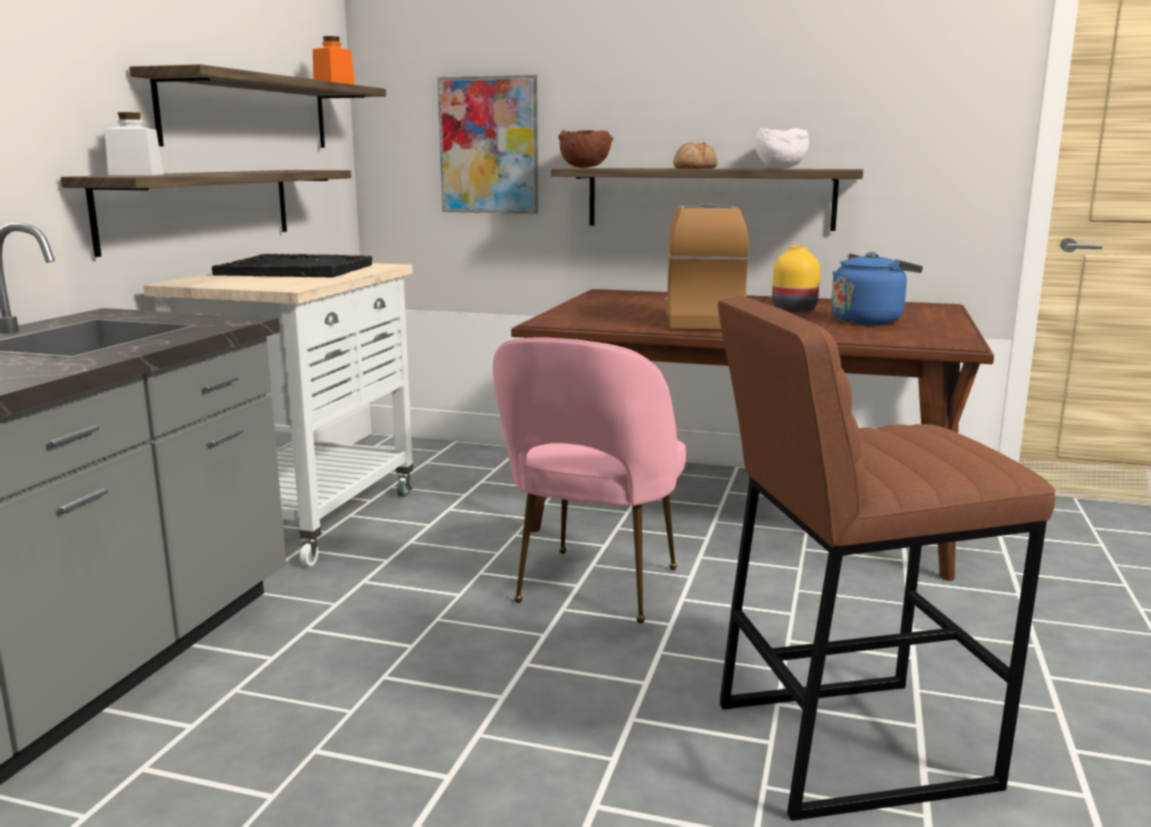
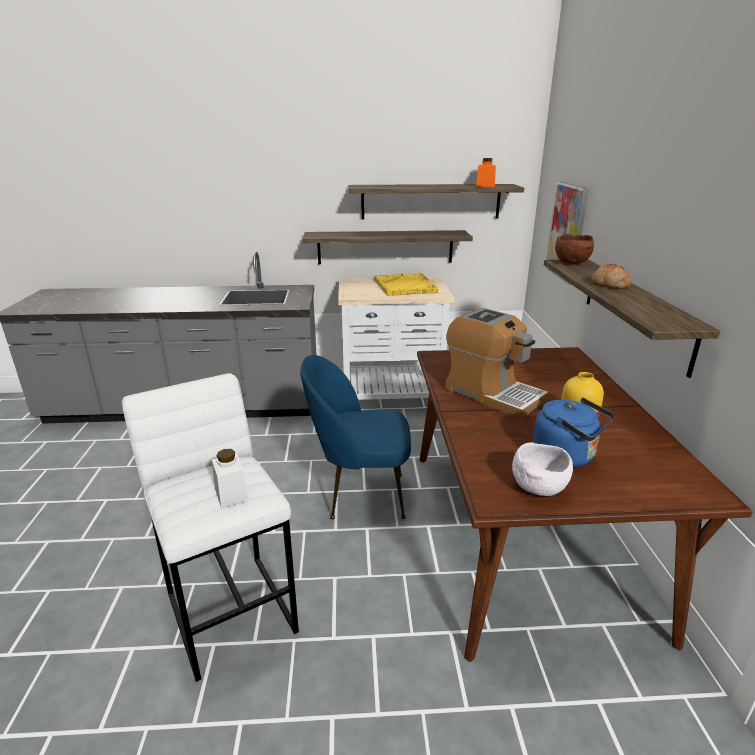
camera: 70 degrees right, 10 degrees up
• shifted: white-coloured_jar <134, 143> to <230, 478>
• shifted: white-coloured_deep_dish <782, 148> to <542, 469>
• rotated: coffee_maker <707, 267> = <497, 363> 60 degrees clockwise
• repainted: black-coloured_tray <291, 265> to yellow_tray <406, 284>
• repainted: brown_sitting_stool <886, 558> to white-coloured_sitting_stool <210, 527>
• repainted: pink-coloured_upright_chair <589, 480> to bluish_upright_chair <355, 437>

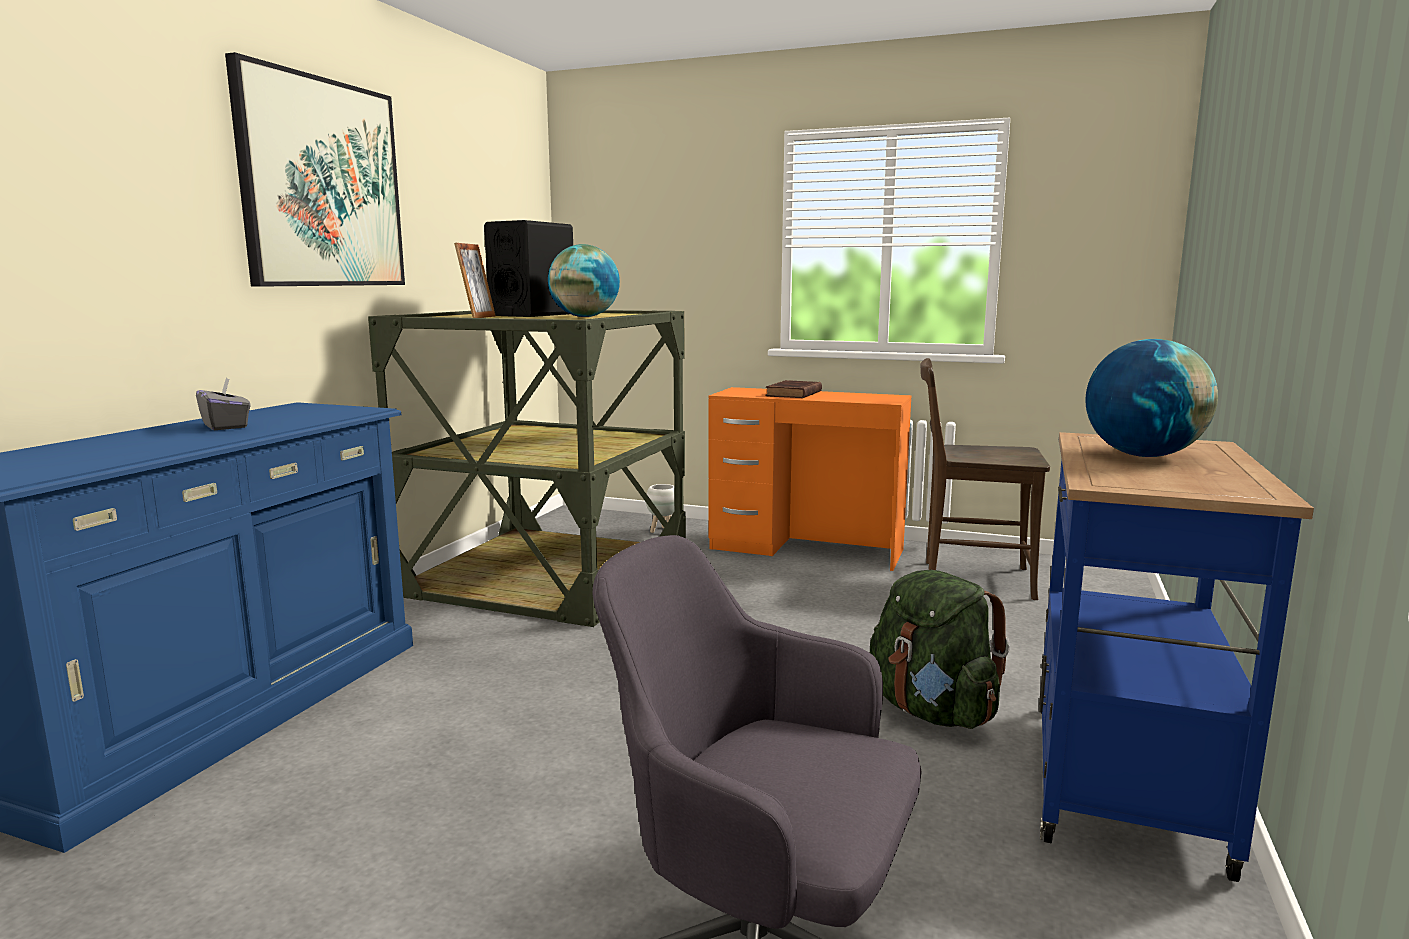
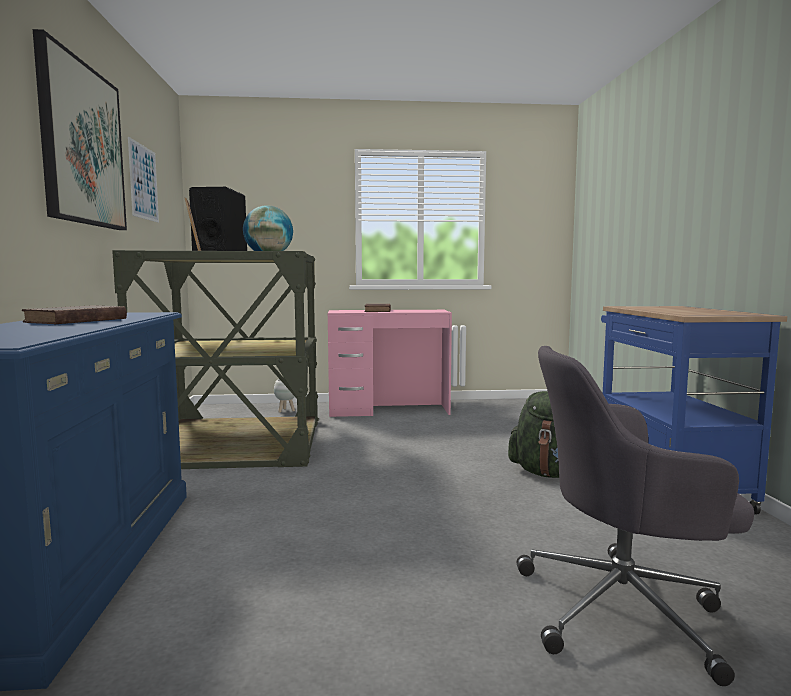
camera: 25 degrees left, 5 degrees down
• gone: world_globe <1151, 398>
• gone: brown_upright_chair <985, 479>
• swapped: grey_tissue_holder <223, 404> to brown_volume <74, 314>
• repainted: orange-coloured_desk_table <809, 479> to pink-coloured_desk_table <390, 363>
• new: wall_picture <143, 180>

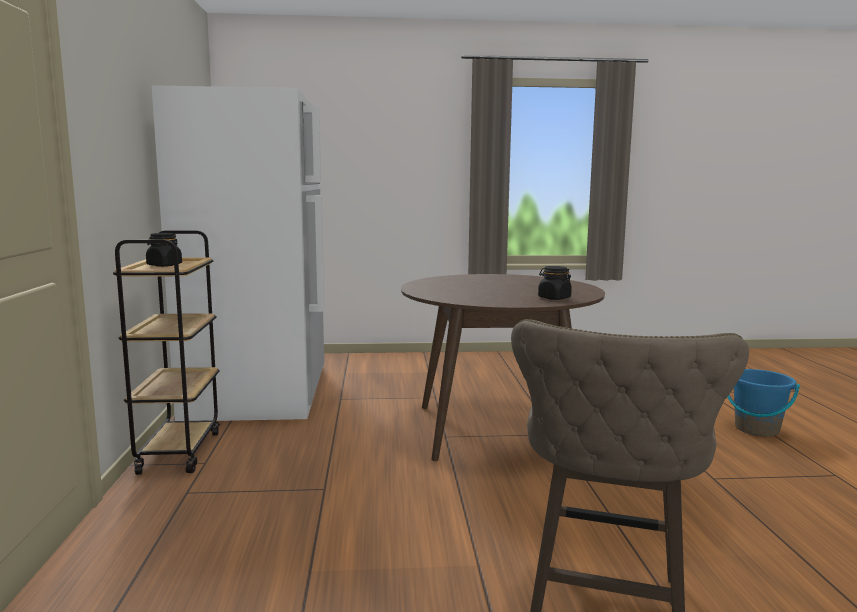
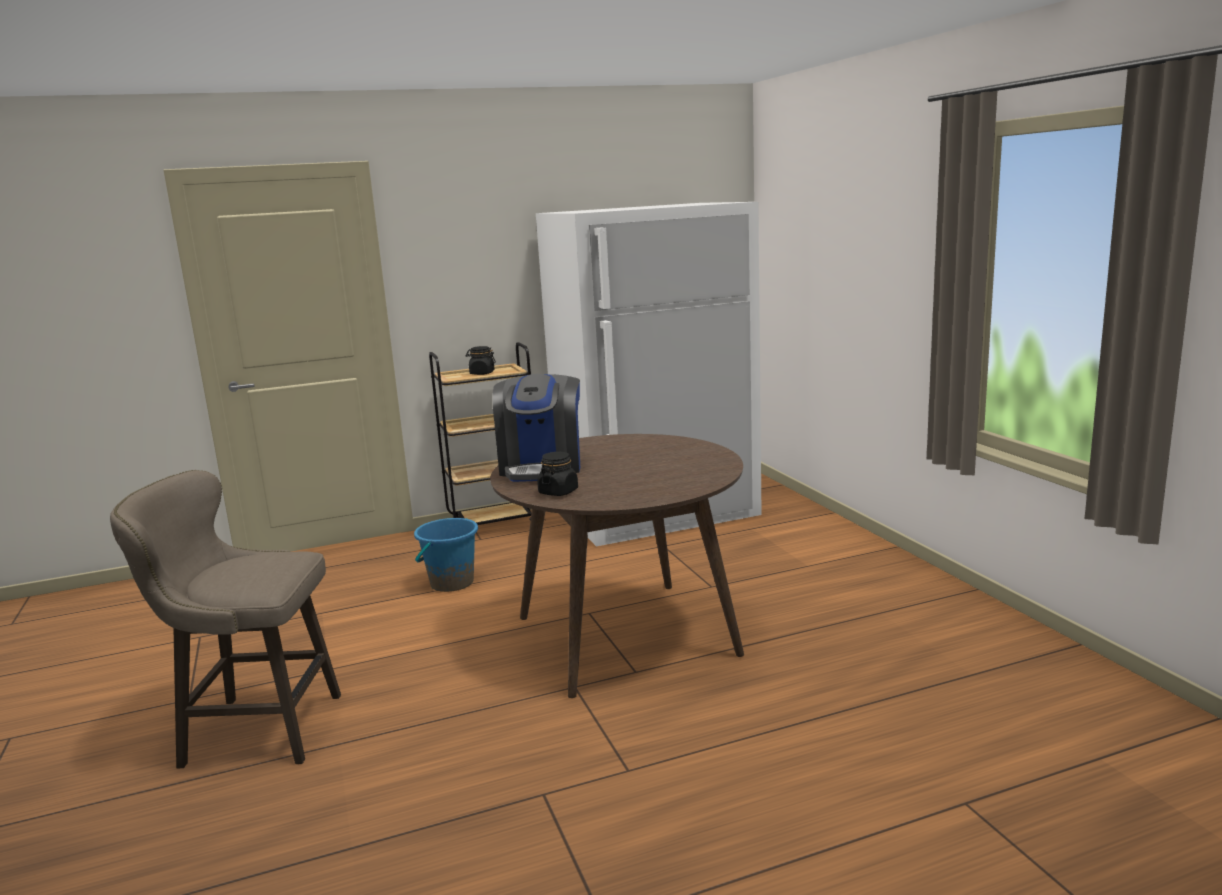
camera: 75 degrees right, 5 degrees up
• shifted: bluish_bucket <763, 402> to <446, 555>
• new: coffee_maker <536, 428>

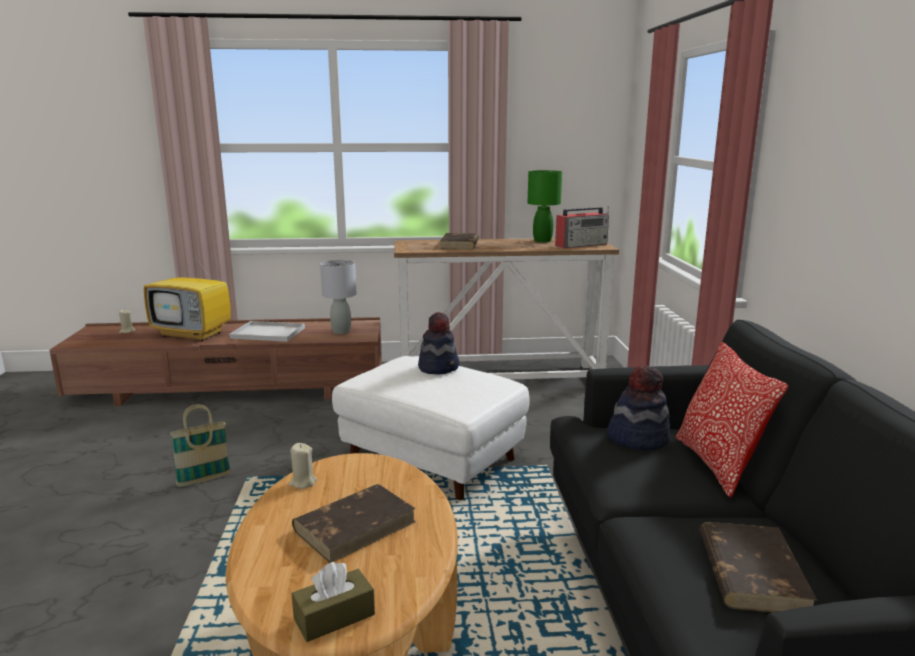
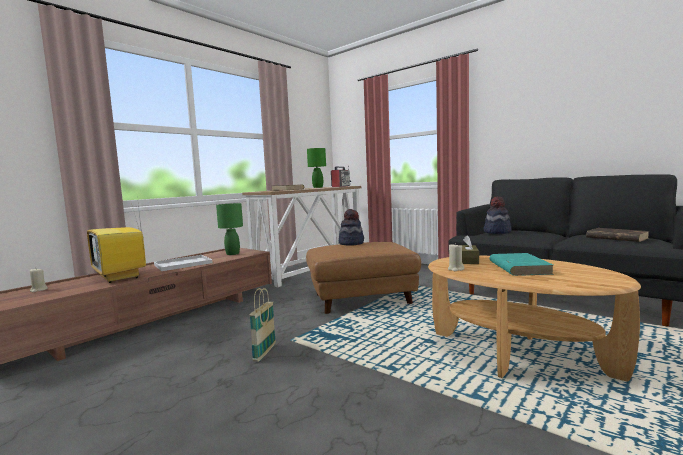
camera: 45 degrees left, 10 degrees down
• rotated: TV_set <187, 291> = <116, 240> 75 degrees clockwise
• repainted: grey_tabletop_lamp <338, 297> to green-coloured_tabletop_lamp <229, 229>
• gone: cushion <732, 420>
• repainted: white-coloured_footrest <430, 428> to brown_footrest <363, 278>
• repainted: brown_volume <354, 523> to turquoise-coloured_volume <521, 264>
• shifted: brown_tissue_holder <333, 602> to <470, 249>

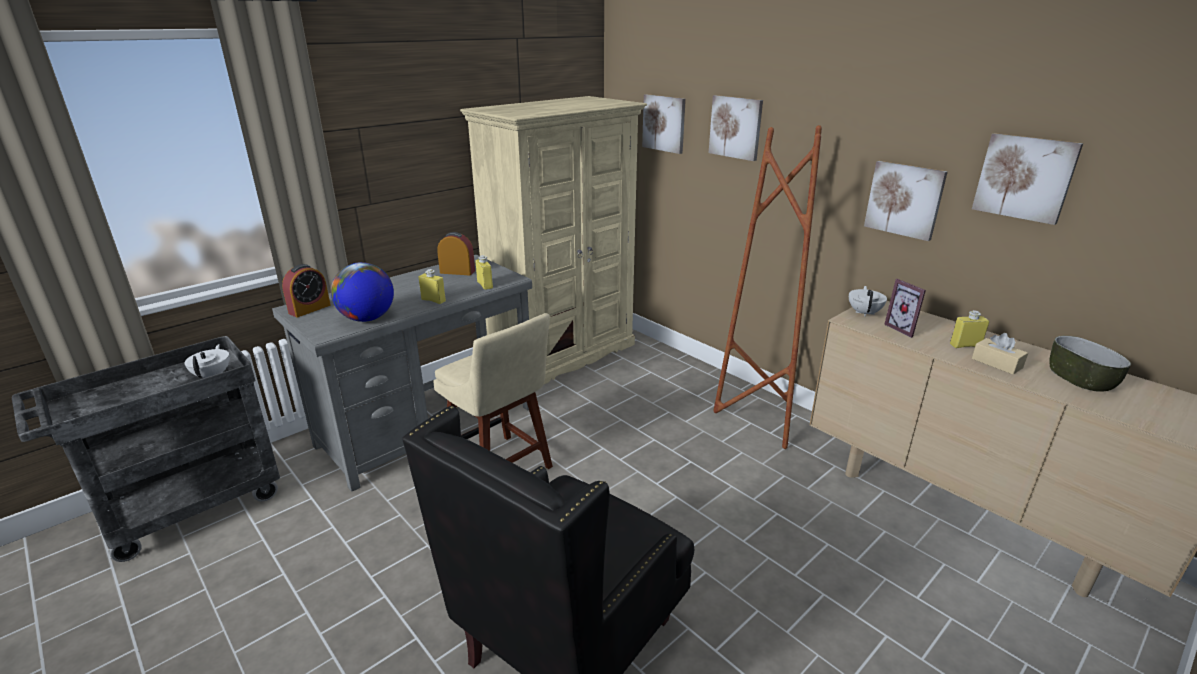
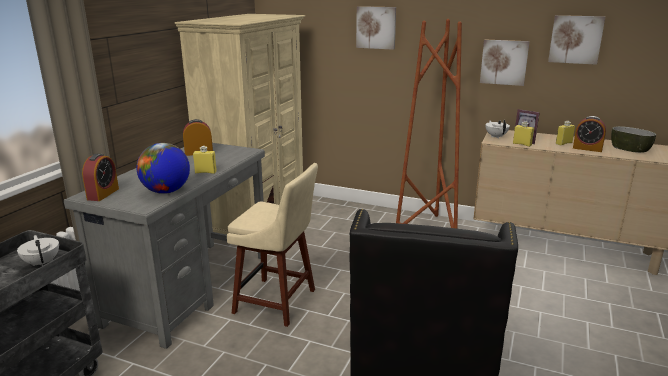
camera: 25 degrees left, 5 degrees down
• gone: wall_picture <664, 124>
• shifted: yellow_drink_bottle <484, 272> to <523, 134>
• swapped: beige_tissue_holder <1000, 353> to table_clock <589, 134>

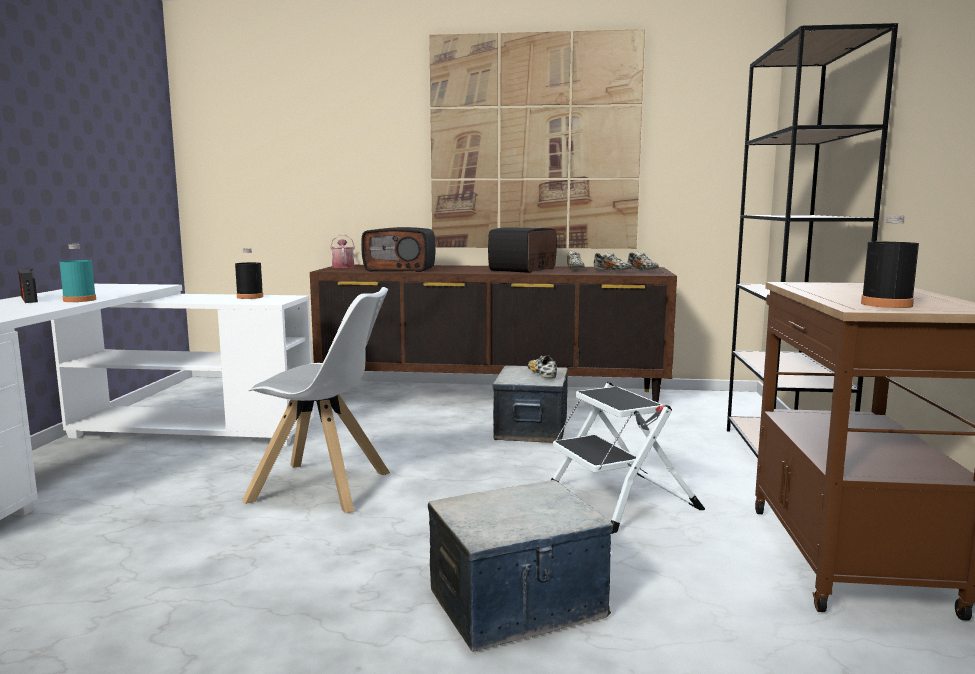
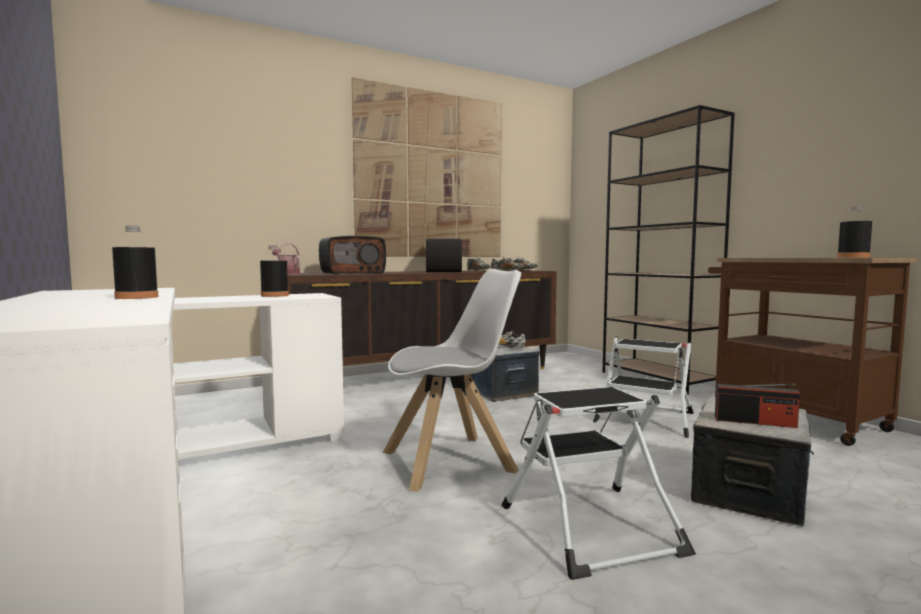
camera: 35 degrees left, 5 degrees down
• repainted: turquoise-coloured_drink_bottle <78, 273> to black-coloured_drink_bottle <135, 262>
• shifted: radio_receiver <28, 285> to <757, 406>
• new: stepladder <598, 483>

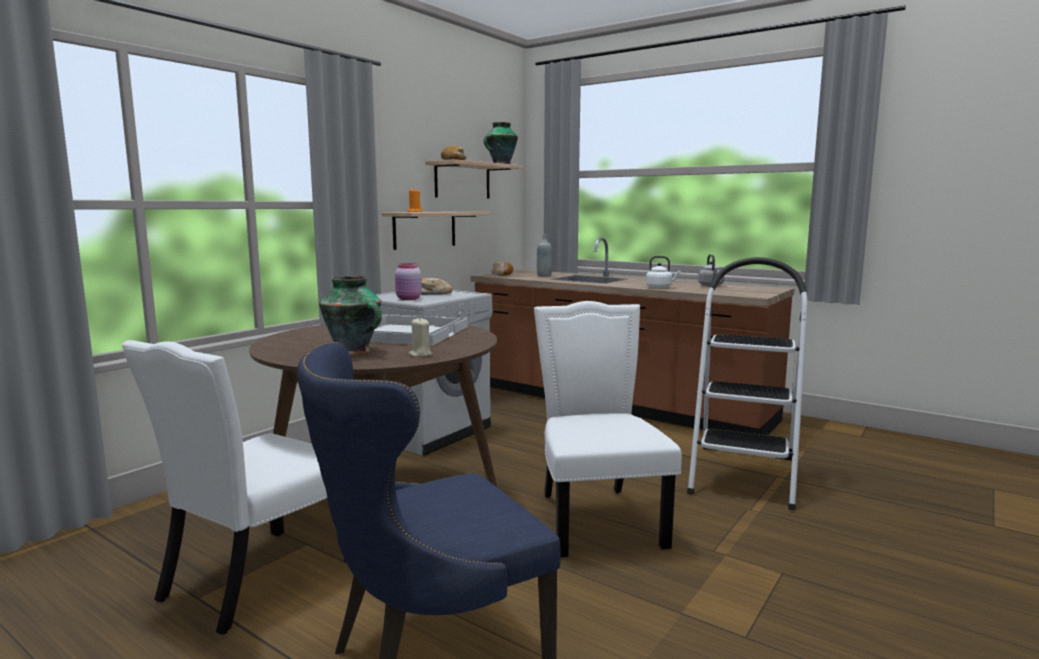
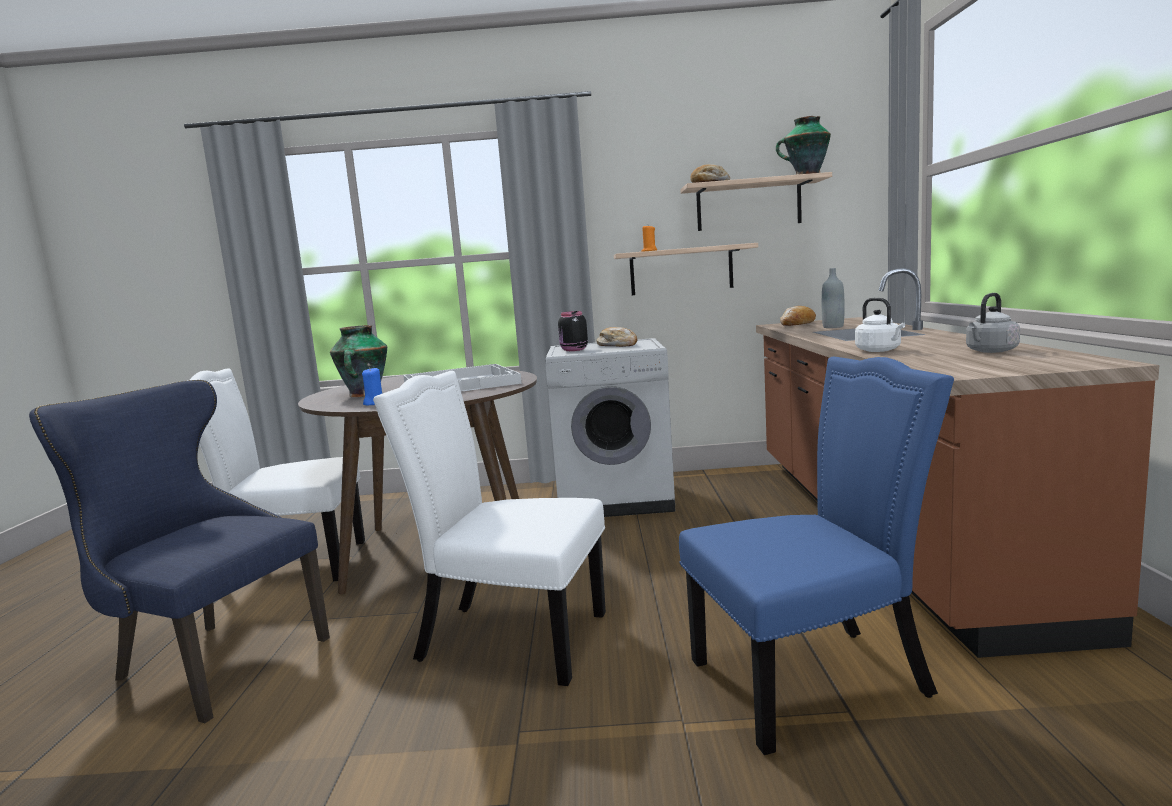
camera: 55 degrees right, 0 degrees up
• swapped: stepladder <747, 383> to bluish_upright_chair <816, 556>
• repainted: pink-coloured_jar <408, 281> to black-coloured_jar <573, 331>
• rotated: white-coloured_upright_chair <608, 429> = <489, 528> 120 degrees counterclockwise
• repainted: beige_wax_candle <420, 337> to bluish_wax_candle <372, 386>

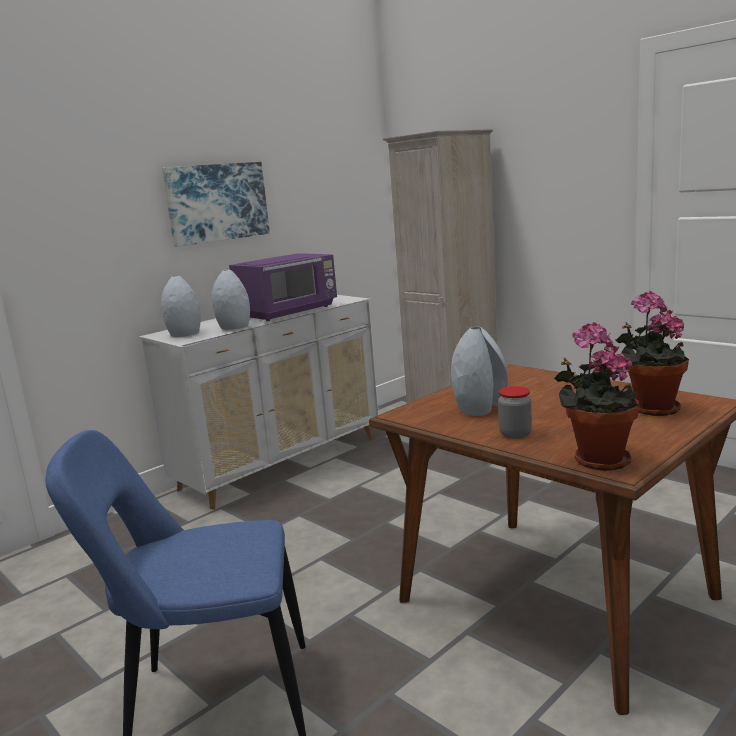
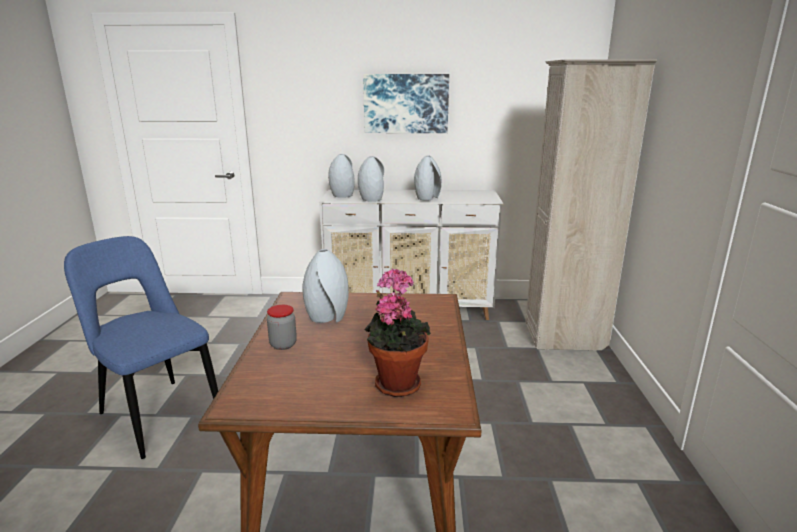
camera: 45 degrees right, 5 degrees up
• swapped: purplish_microwave_oven <283, 287> to grey_vase <428, 178>
• gone: houseplant <596, 396>

